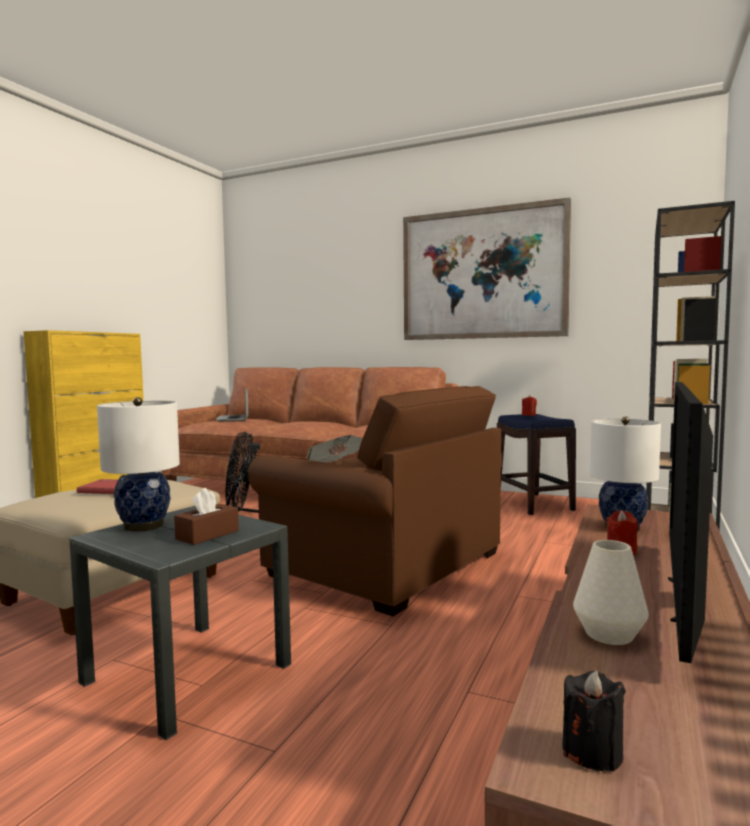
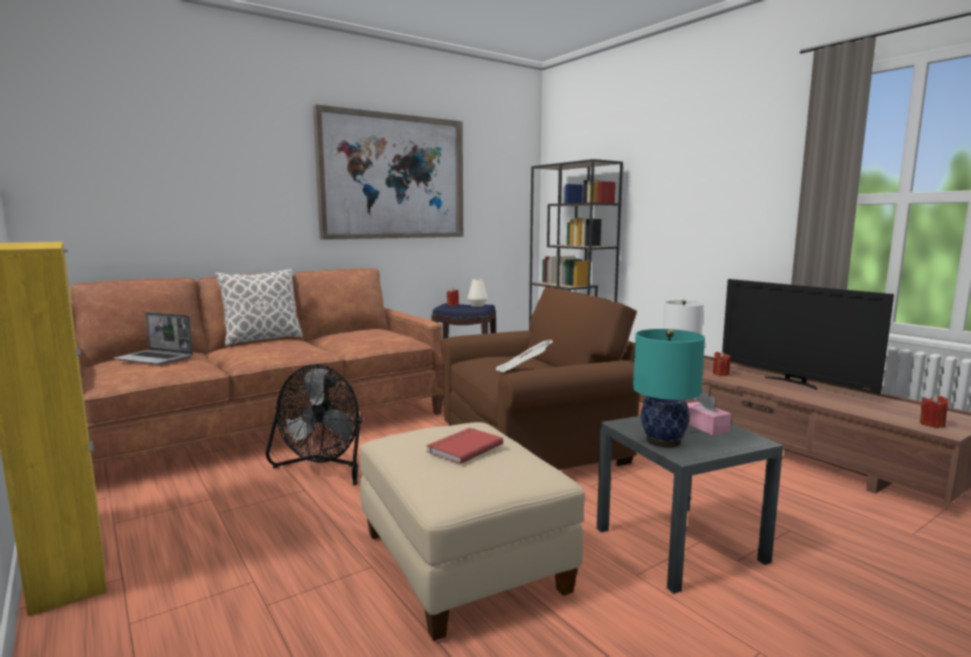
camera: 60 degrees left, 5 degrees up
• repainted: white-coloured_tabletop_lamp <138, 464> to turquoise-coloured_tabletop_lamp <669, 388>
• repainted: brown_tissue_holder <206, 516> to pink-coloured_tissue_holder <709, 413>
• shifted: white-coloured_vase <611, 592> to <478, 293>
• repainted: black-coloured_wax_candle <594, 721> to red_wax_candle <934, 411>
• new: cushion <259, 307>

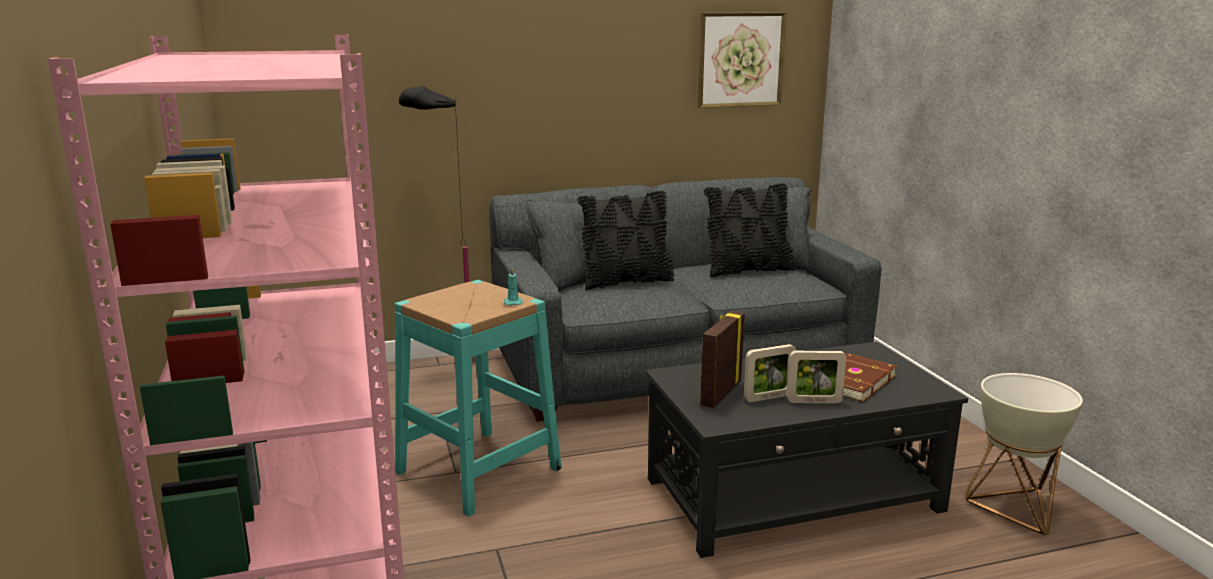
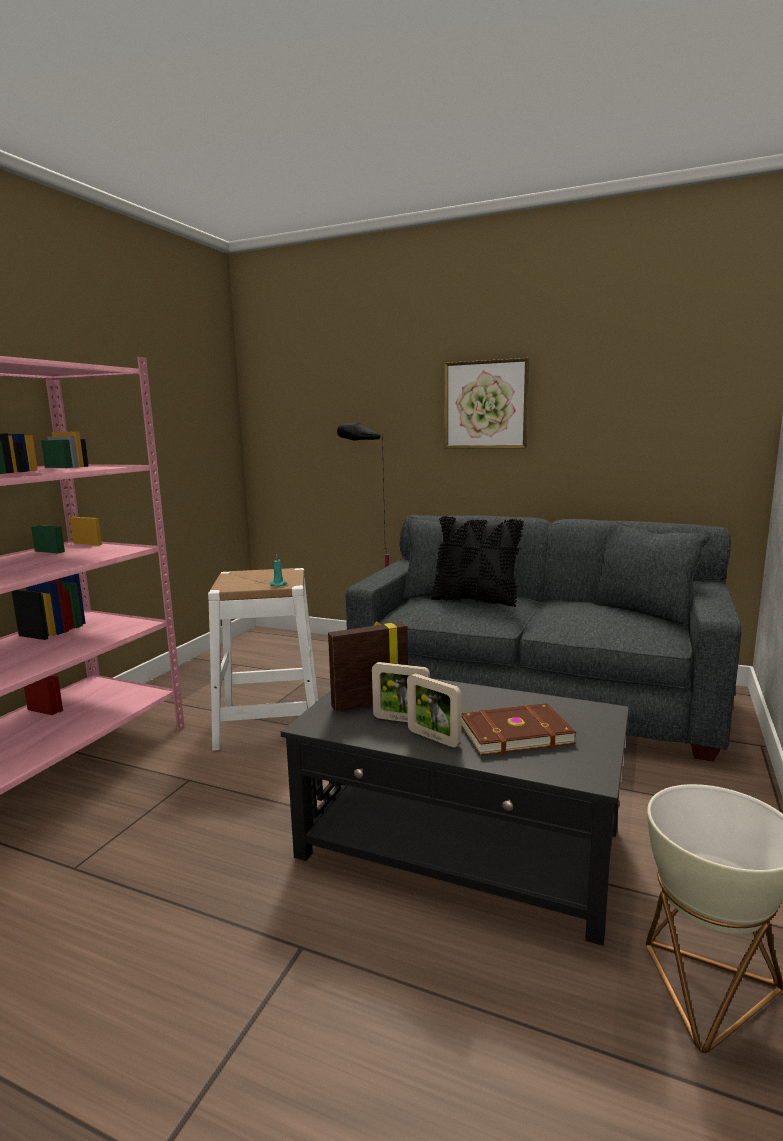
camera: 40 degrees right, 5 degrees down
• shifted: wall_picture <741, 60> to <486, 403>
• gone: black-coloured_cushion <749, 230>
• repainted: turquoise-coloured_sitting_stool <478, 398> to white-coloured_sitting_stool <263, 659>

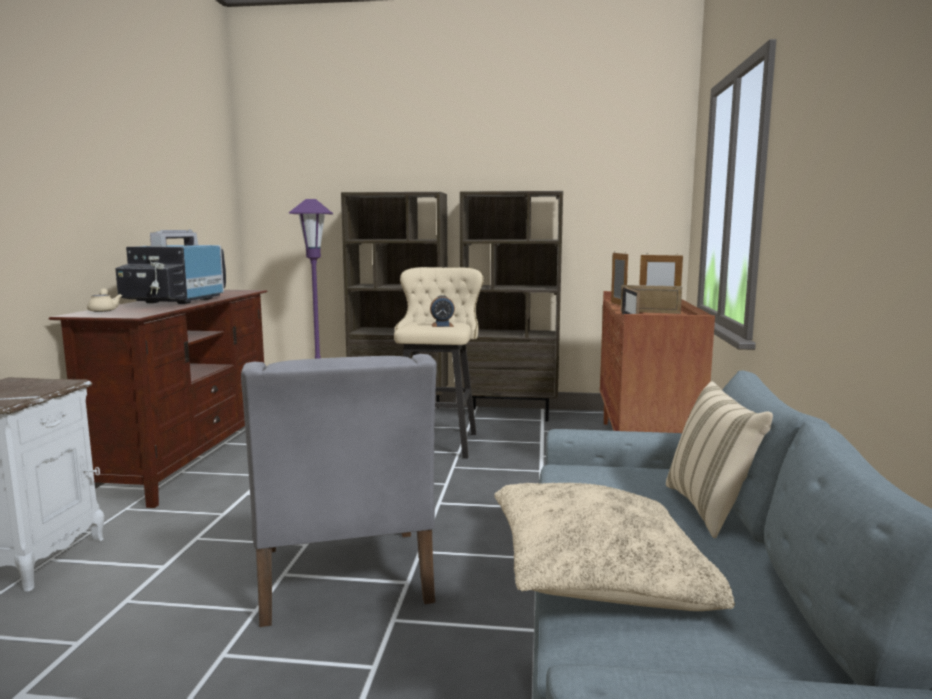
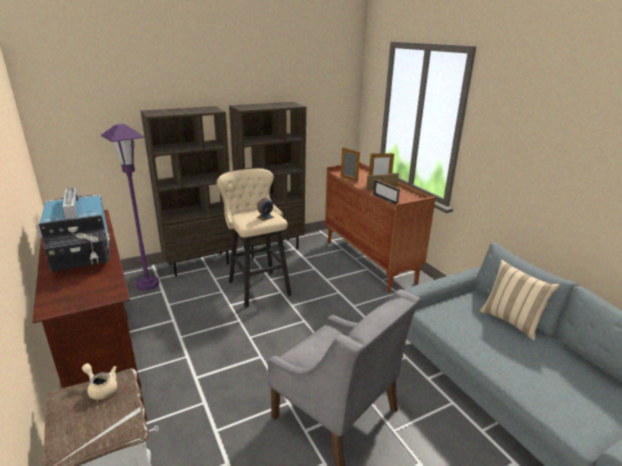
camera: 35 degrees left, 15 degrees up
• shifted: beige_pot_for_tea <104, 300> to <99, 381>
• gone: beige_cushion <614, 546>

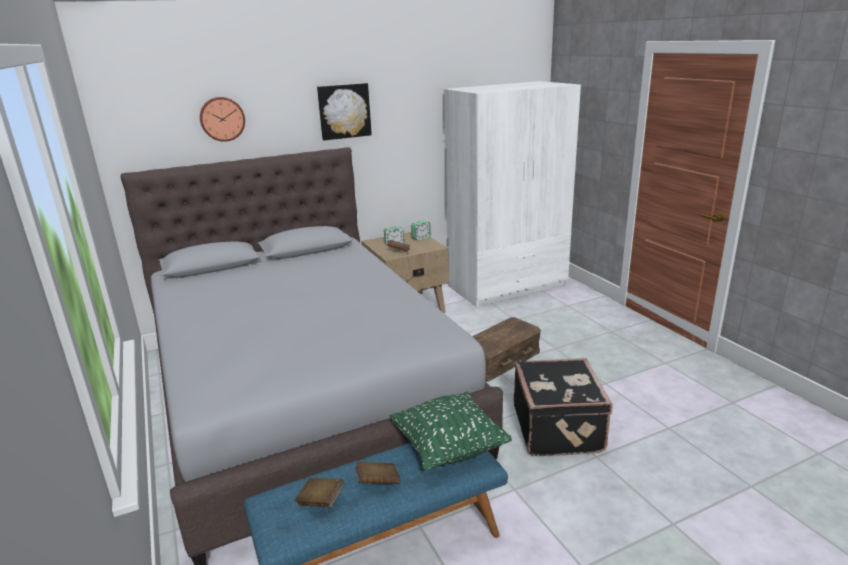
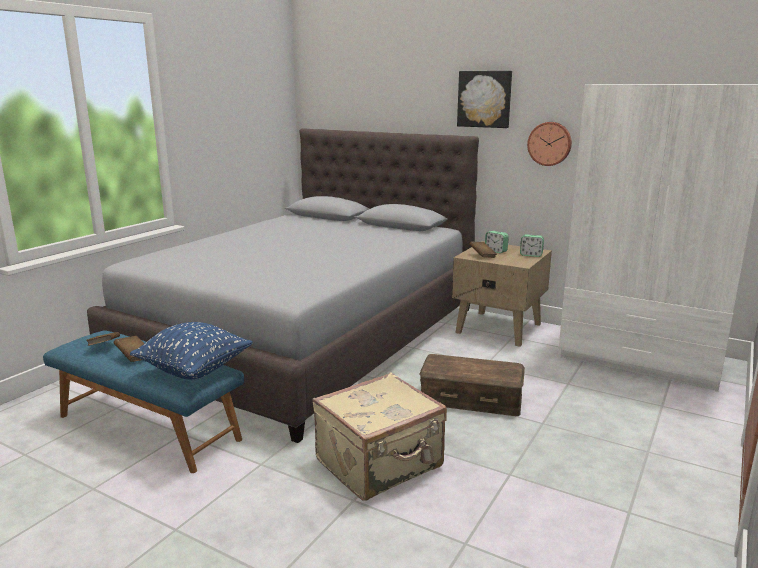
camera: 55 degrees right, 5 degrees down
• shifted: hanging_clock <222, 119> to <549, 144>
• repainted: black-coloured_travel_case <563, 407> to beige_travel_case <379, 436>
• repainted: green-coloured_cushion <451, 431> to bluish_cushion <191, 350>

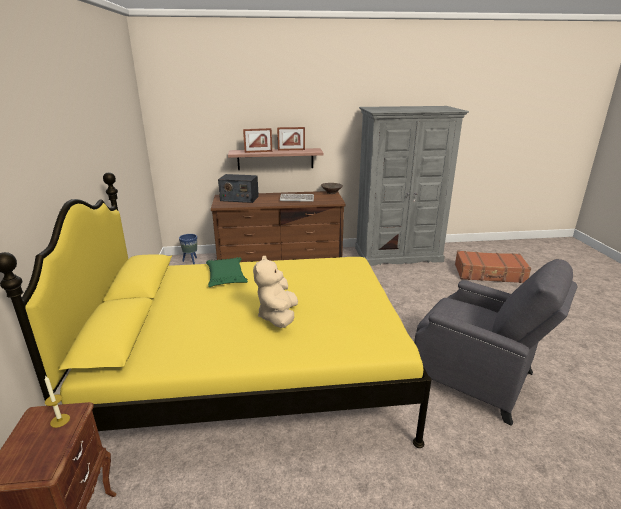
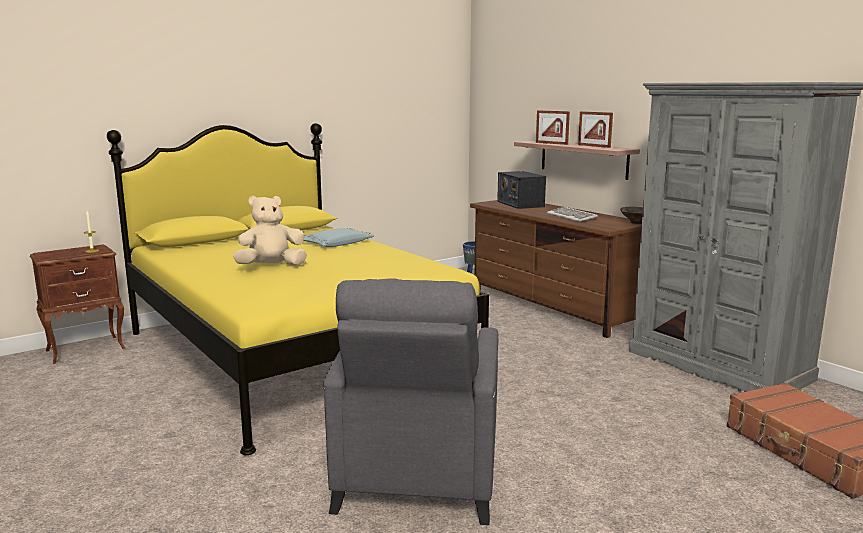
camera: 60 degrees right, 10 degrees down
• repainted: green-coloured_cushion <227, 272> to bluish_cushion <339, 237>

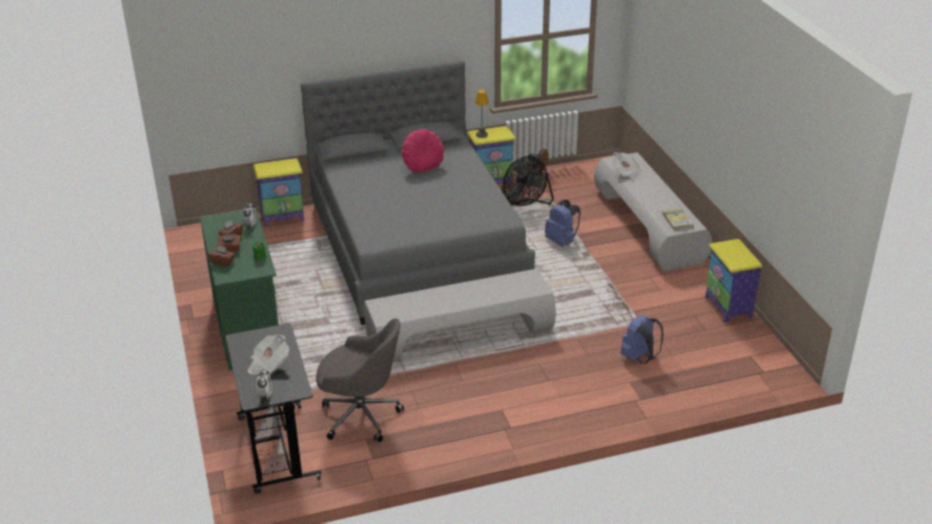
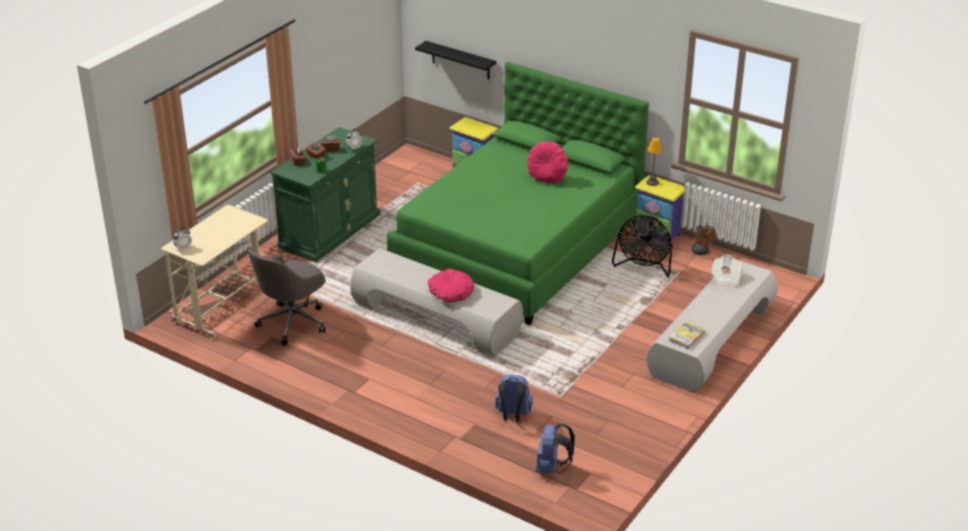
camera: 50 degrees right, 0 degrees up
• repainted: grey_bed <418, 193> to green-coloured_bed <517, 193>
• shifted: bluish_backpack <563, 223> to <555, 449>
• gone: nightstand <734, 280>
• rotated: grey_desk_chair <360, 380> = <287, 297> 60 degrees clockwise
• repainted: black-coloured_desk_table <273, 408> to beige_desk_table <214, 272>
• gone: printed_paper <268, 355>
• new: black-coloured_wall_shelf <456, 60>
• new: pink-coloured_cushion <451, 285>

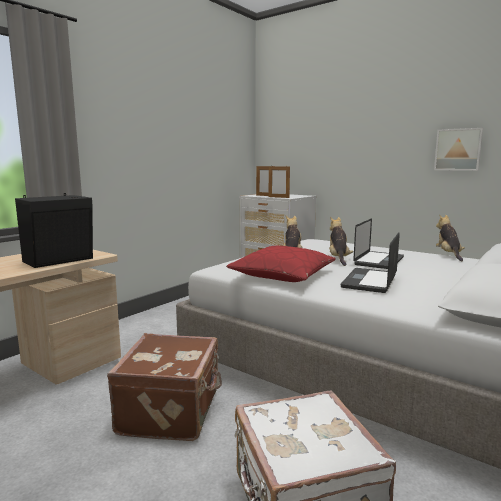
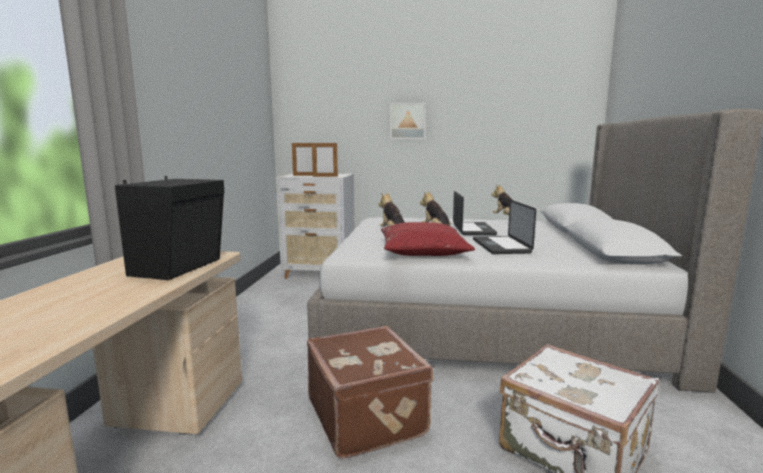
camera: 30 degrees left, 0 degrees up
• shifted: wall_picture <458, 149> to <408, 121>

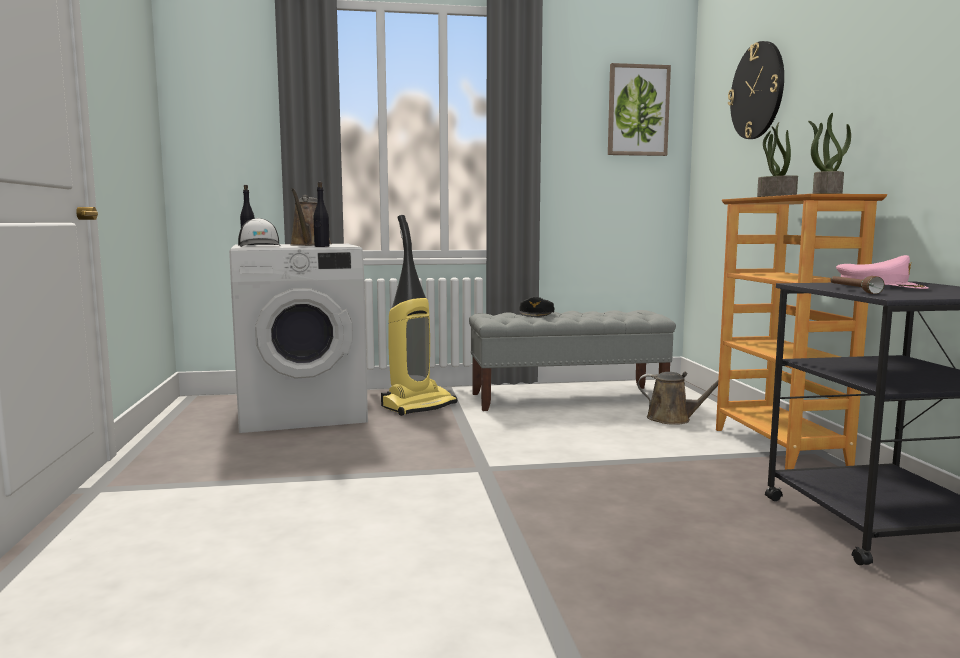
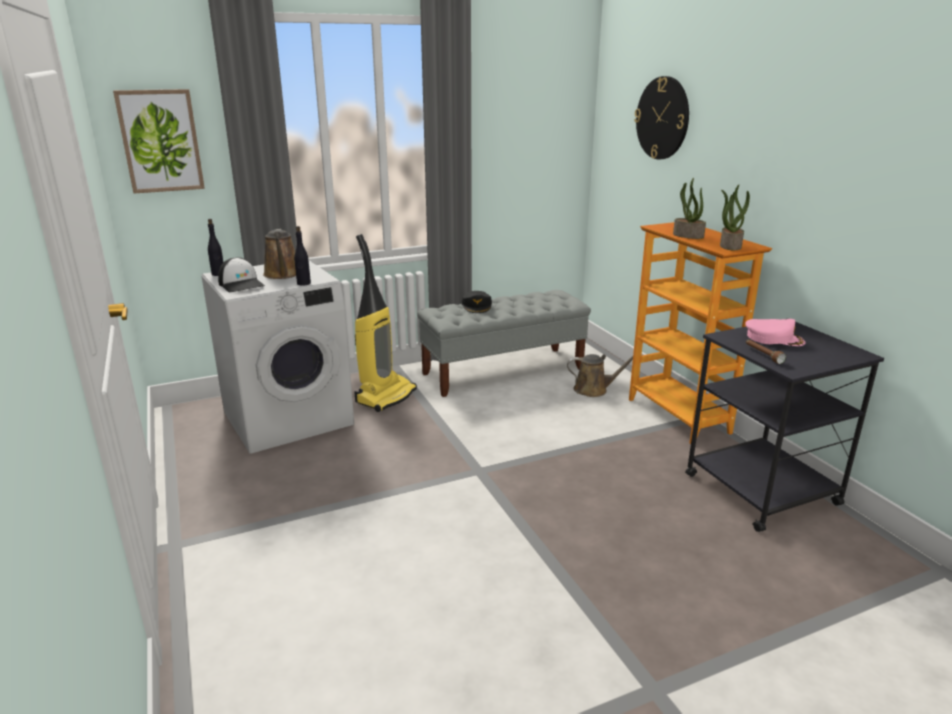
camera: 15 degrees left, 15 degrees up
• shifted: wall_picture <639, 109> to <159, 141>

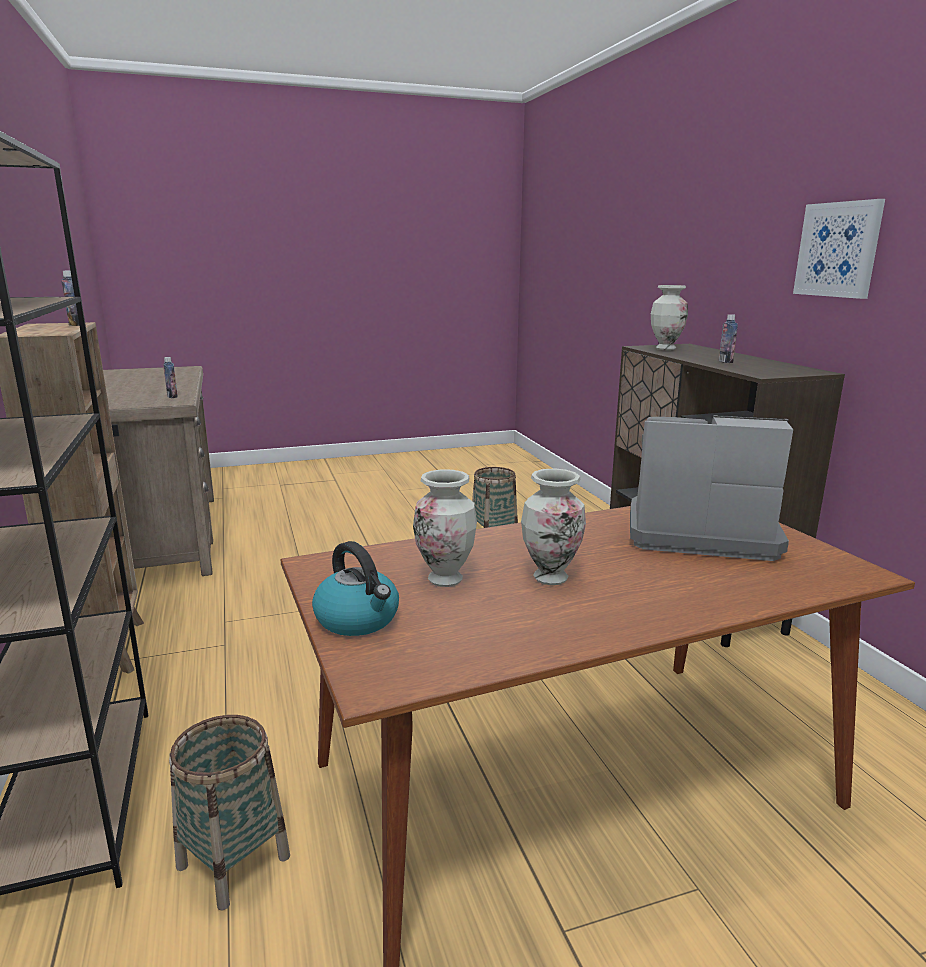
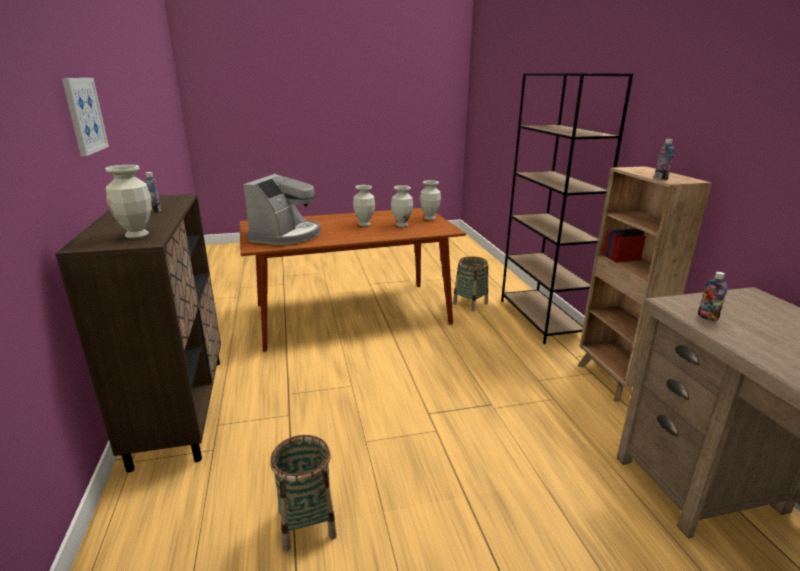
camera: 175 degrees left, 5 degrees up
• rotated: coffee_maker <711, 488> = <282, 209> 90 degrees counterclockwise
• swapped: kettle <355, 588> to vase <430, 200>

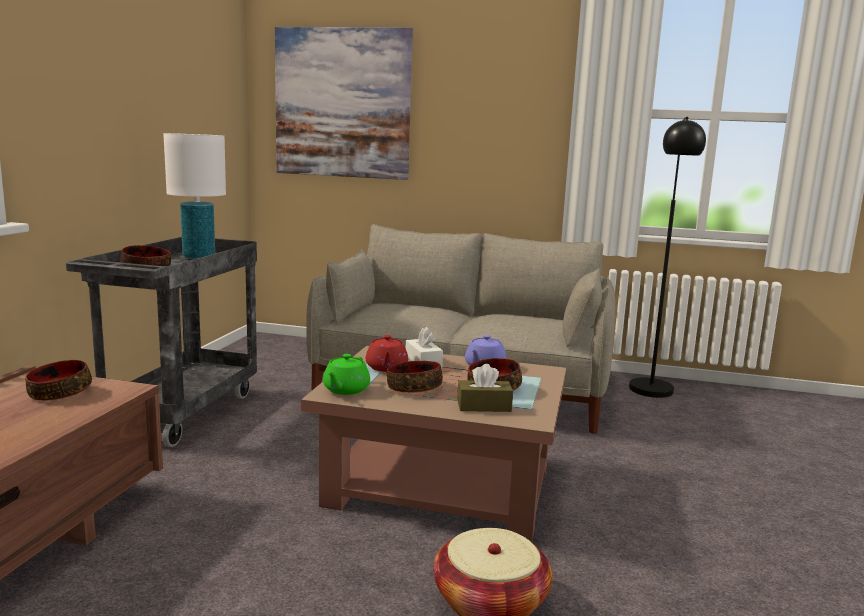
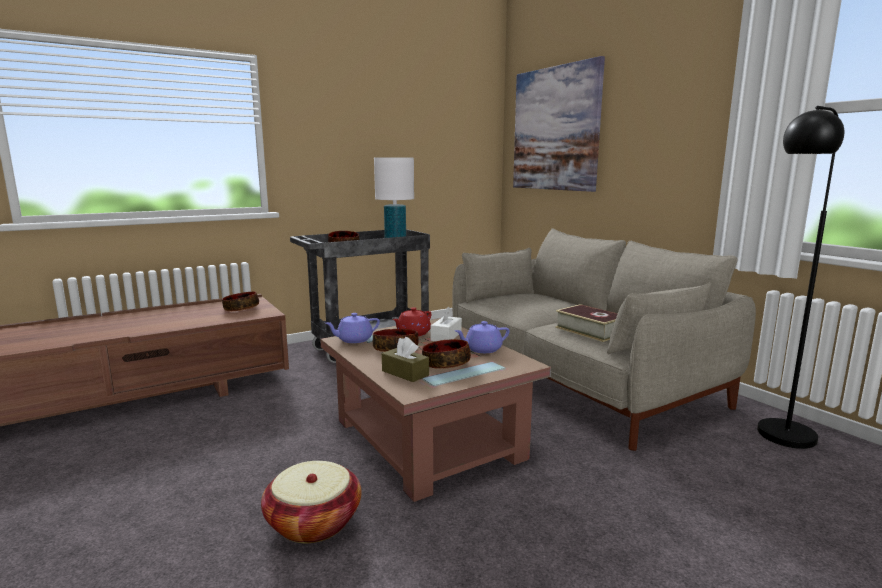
camera: 45 degrees right, 0 degrees up
• repainted: green-coloured_pot_for_tea <346, 374> to purplish_pot_for_tea <352, 328>
• new: volume <586, 323>

